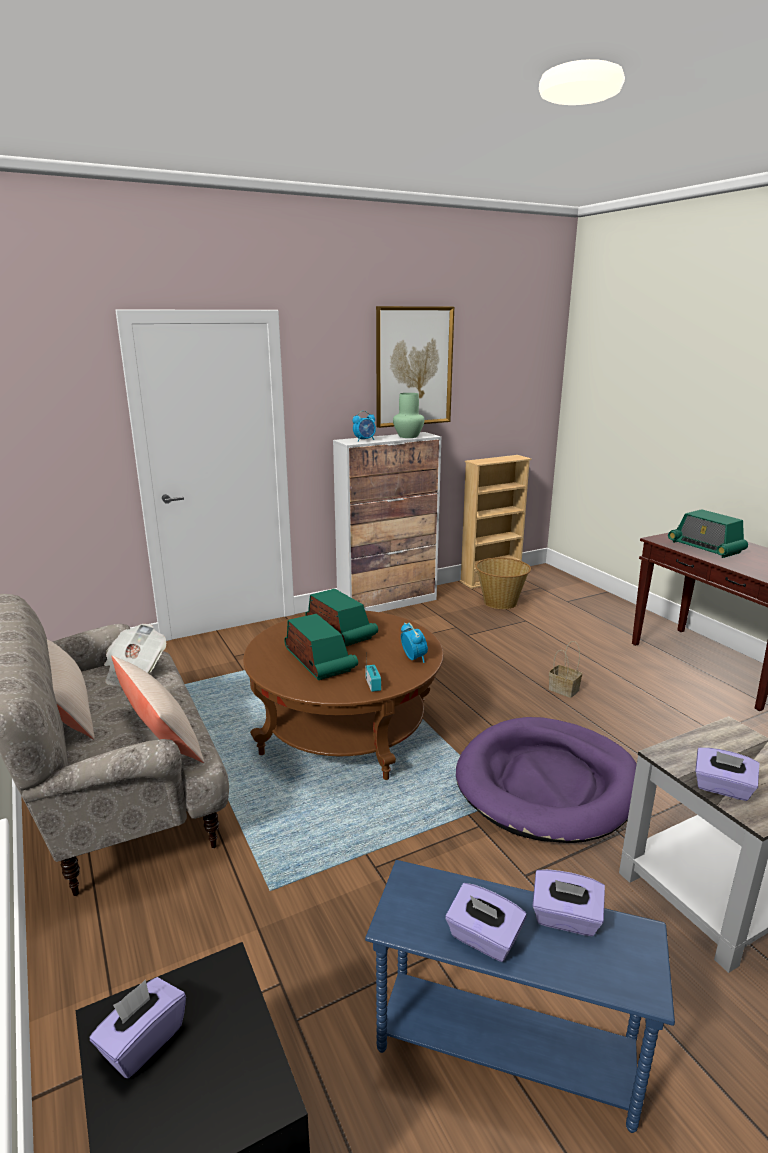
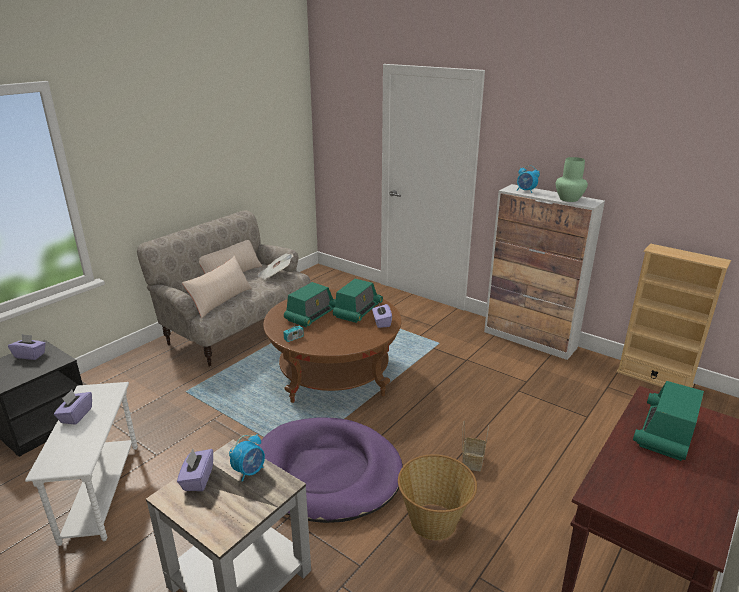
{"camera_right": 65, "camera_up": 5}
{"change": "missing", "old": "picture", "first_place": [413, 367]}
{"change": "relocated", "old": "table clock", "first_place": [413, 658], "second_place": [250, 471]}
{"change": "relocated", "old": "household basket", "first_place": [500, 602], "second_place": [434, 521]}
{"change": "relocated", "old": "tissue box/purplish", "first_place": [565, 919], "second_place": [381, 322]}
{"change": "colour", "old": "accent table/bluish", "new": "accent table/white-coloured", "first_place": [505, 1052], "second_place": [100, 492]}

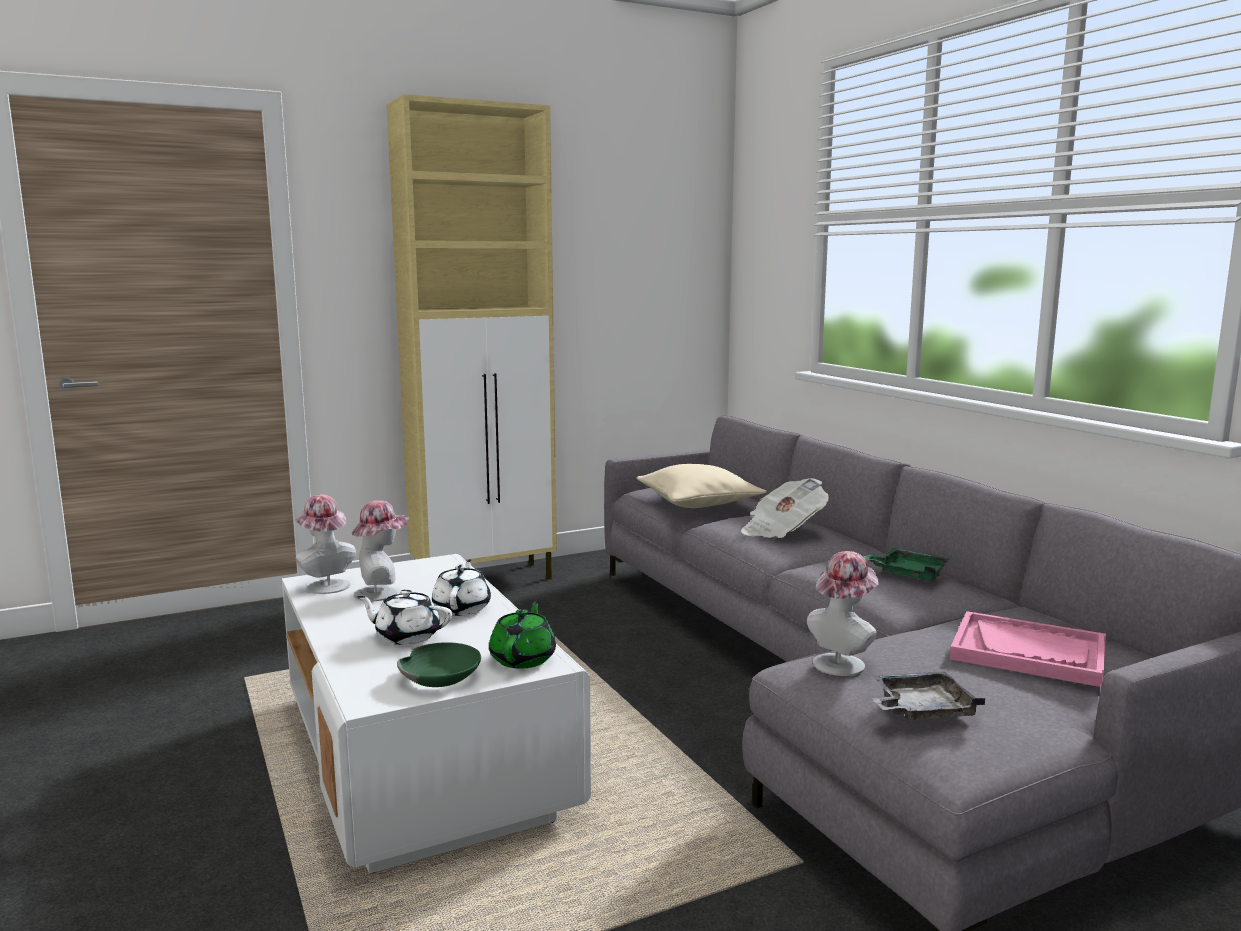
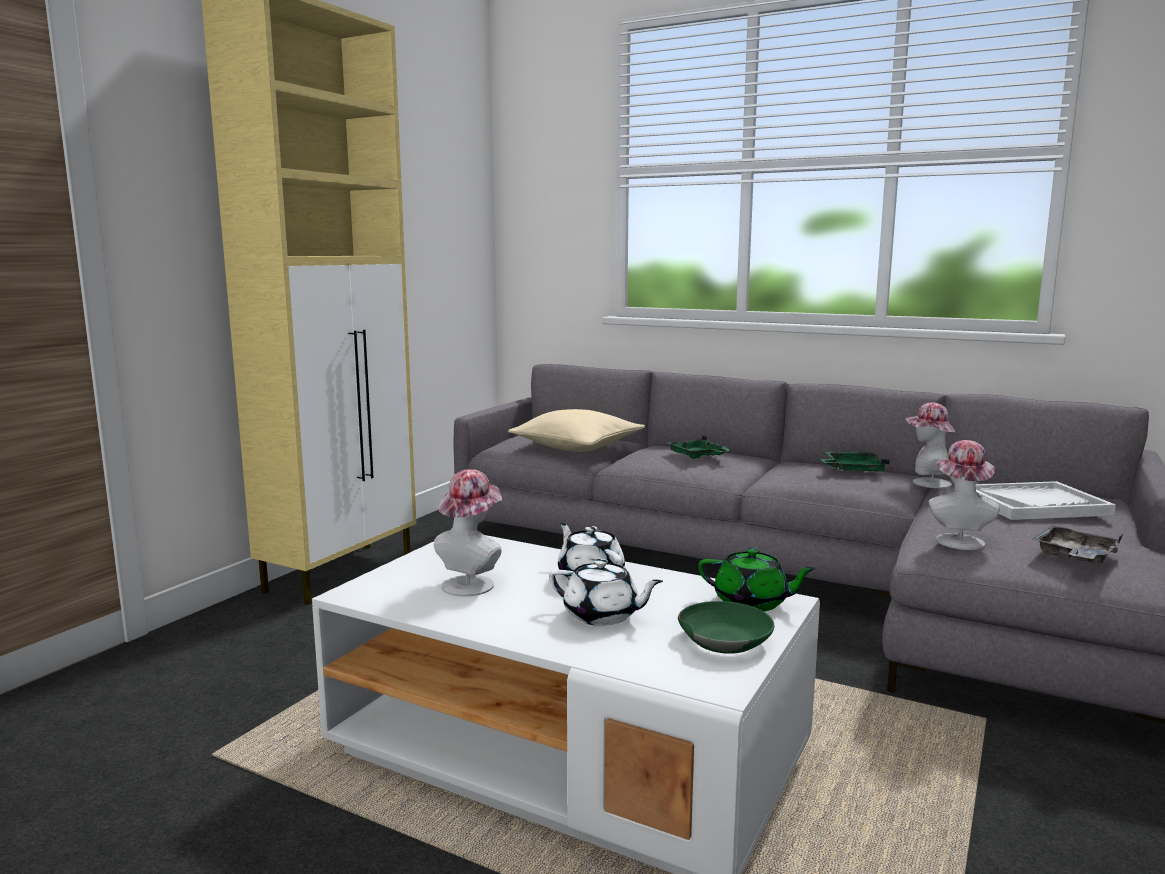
{"camera_right": -35, "camera_up": 0}
{"change": "relocated", "old": "wearable hat", "first_place": [325, 585], "second_place": [926, 483]}
{"change": "exchanged", "old": "newspaper", "new": "serving tray/greenish", "first_place": [782, 531], "second_place": [698, 456]}
{"change": "colour", "old": "serving tray/pink-coloured", "new": "serving tray/white-coloured", "first_place": [1028, 652], "second_place": [1034, 504]}
{"change": "spun", "old": "teapot/white-coloured", "first_place": [406, 636], "second_place": [602, 616], "degrees": -135}
{"change": "spun", "old": "teapot/greenish", "first_place": [523, 658], "second_place": [752, 603], "degrees": 135}

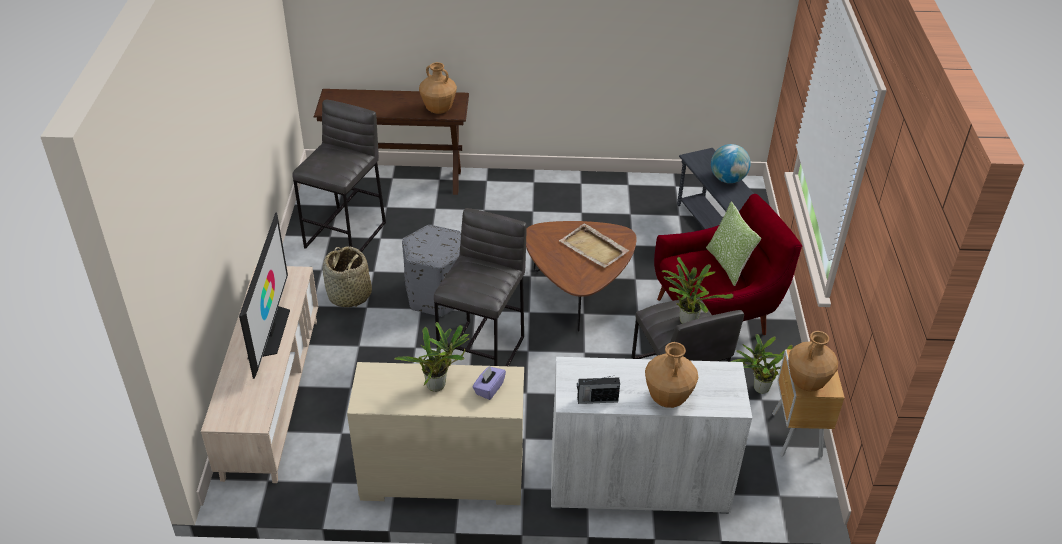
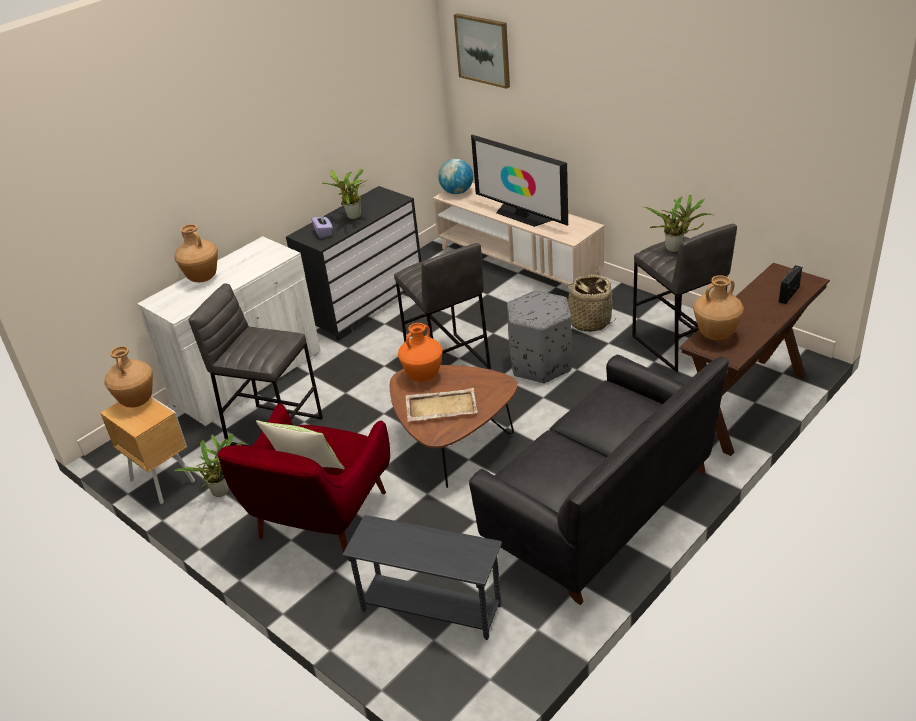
{"camera_right": 135, "camera_up": -5}
{"change": "appeared", "new": "vase/orange-coloured", "second_place": [423, 376]}
{"change": "appeared", "new": "picture", "second_place": [483, 50]}
{"change": "appeared", "new": "sofa/black-coloured", "second_place": [600, 510]}
{"change": "relocated", "old": "radio", "first_place": [596, 399], "second_place": [789, 294]}
{"change": "relocated", "old": "potted plant", "first_place": [687, 319], "second_place": [676, 249]}
{"change": "relocated", "old": "desk globe", "first_place": [727, 179], "second_place": [457, 192]}
{"change": "colour", "old": "drawer chest/sand-coloured", "new": "drawer chest/black-coloured", "first_place": [442, 478], "second_place": [365, 304]}

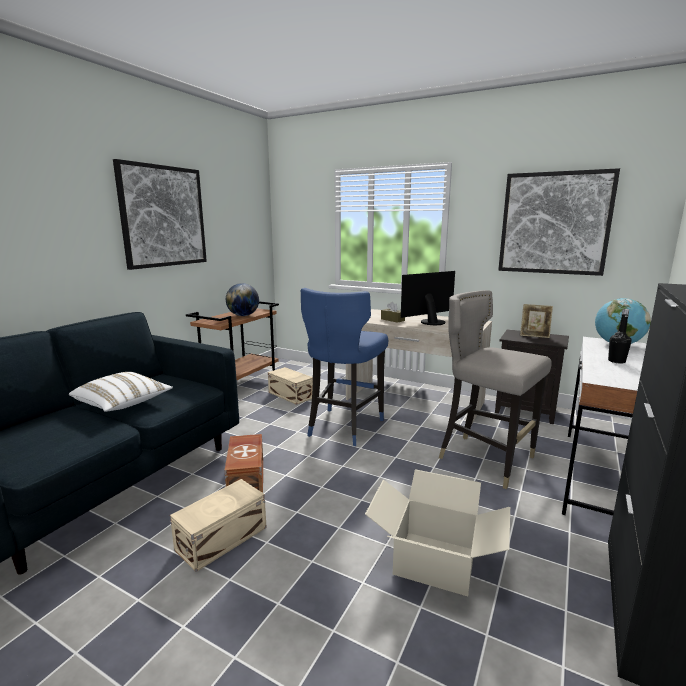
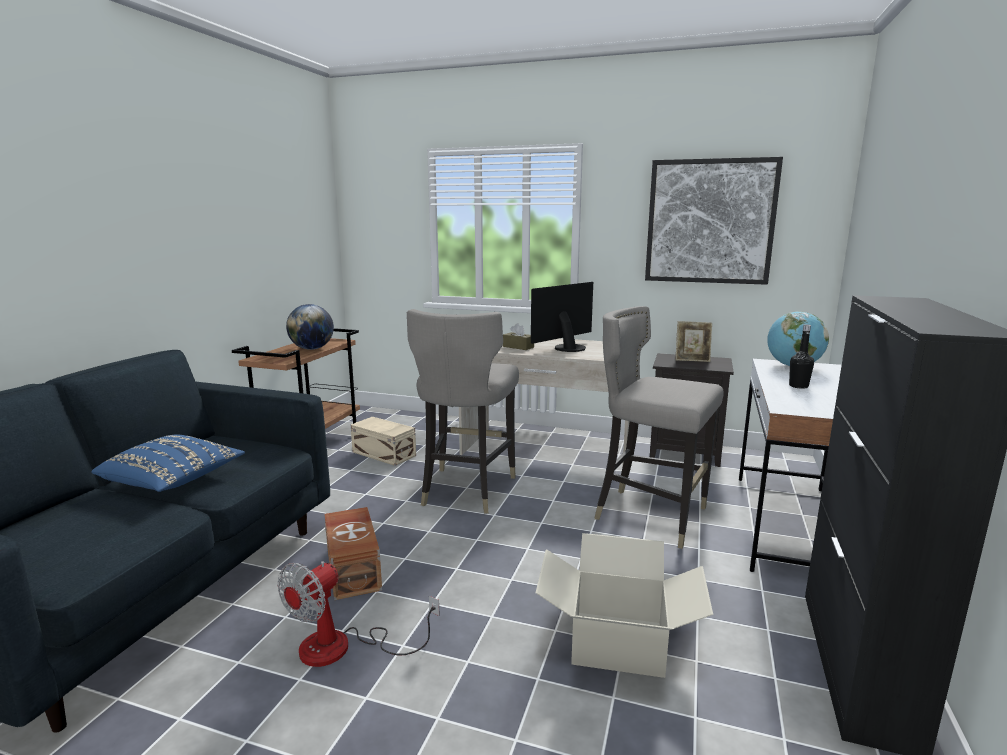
{"camera_right": -10, "camera_up": 0}
{"change": "missing", "old": "picture", "first_place": [163, 216]}
{"change": "exchanged", "old": "storage box/sand-coloured", "new": "fan", "first_place": [223, 538], "second_place": [343, 648]}
{"change": "colour", "old": "cushion/white-coloured", "new": "cushion/bluish", "first_place": [123, 404], "second_place": [173, 481]}
{"change": "colour", "old": "stool seat/bluish", "new": "stool seat/gray", "first_place": [343, 427], "second_place": [465, 490]}

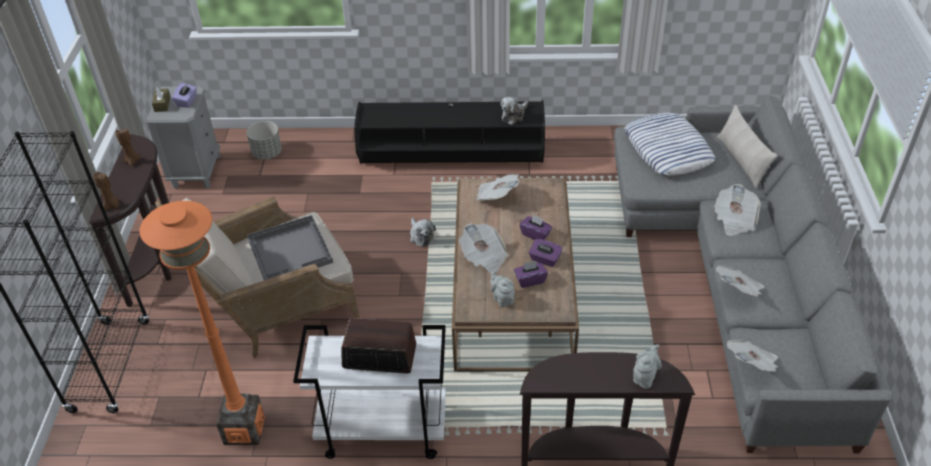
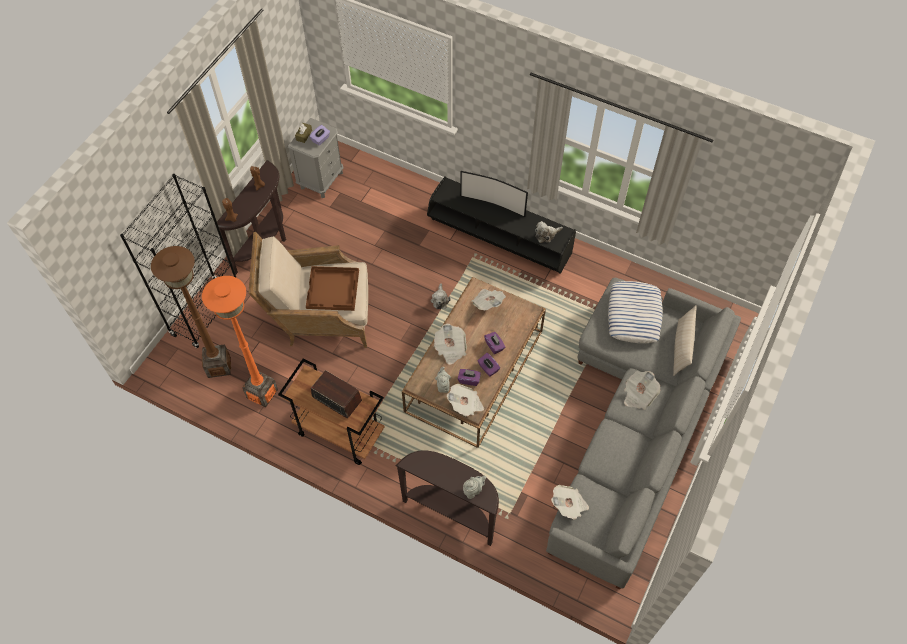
{"camera_right": 25, "camera_up": 15}
{"change": "missing", "old": "plant pot/gray", "first_place": [267, 153]}
{"change": "appeared", "new": "floor lamp/brownish", "second_place": [219, 366]}
{"change": "appeared", "new": "TV", "second_place": [493, 204]}
{"change": "relocated", "old": "newspaper", "first_place": [738, 290], "second_place": [465, 405]}
{"change": "colour", "old": "serving tray/gray", "new": "serving tray/brownish", "first_place": [291, 251], "second_place": [333, 289]}
{"change": "colour", "old": "cart/white-coloured", "new": "cart/brownish", "first_place": [381, 431], "second_place": [339, 432]}

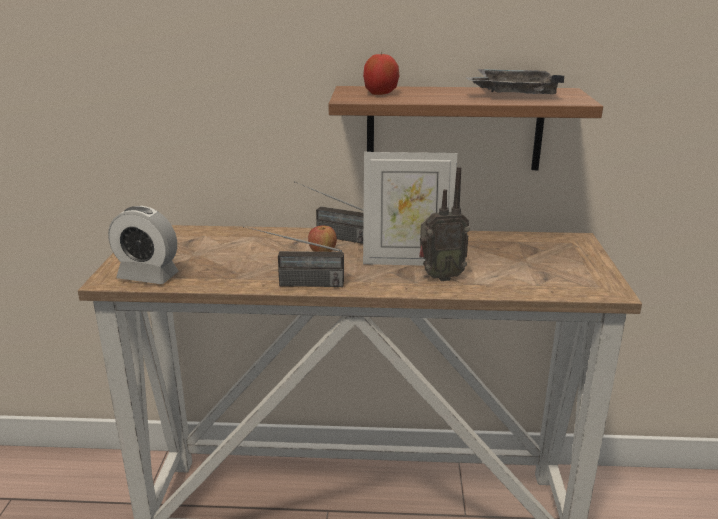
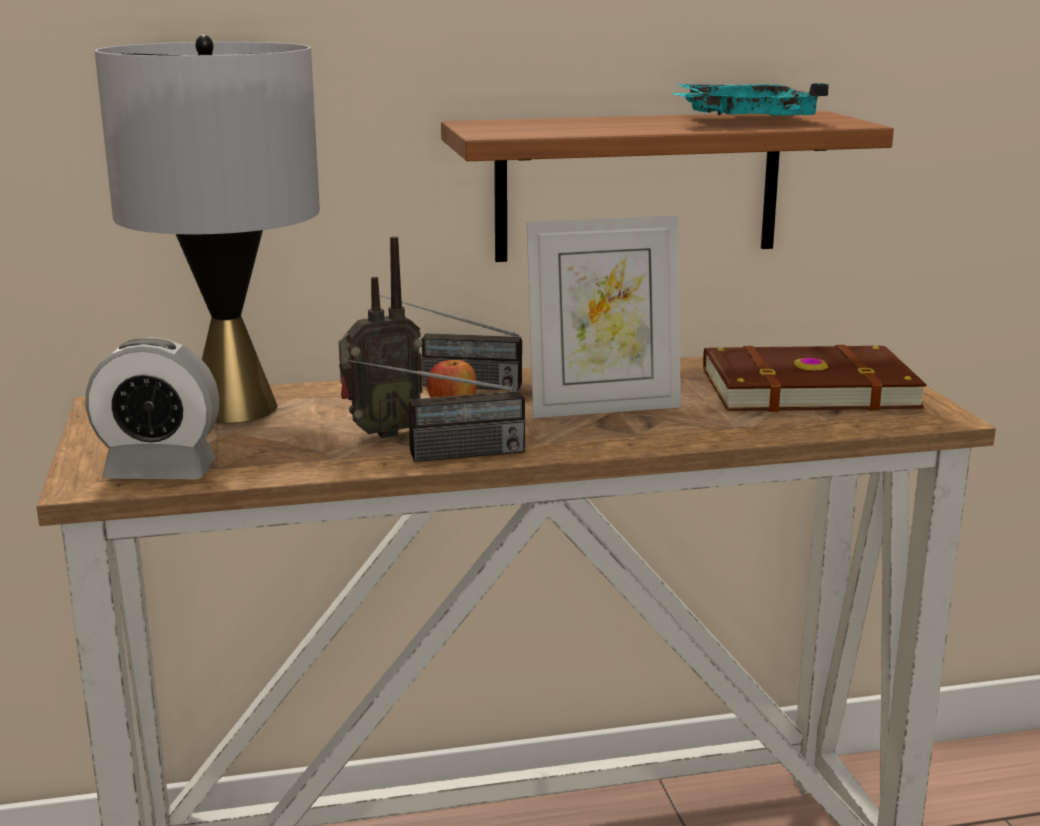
{"camera_right": -15, "camera_up": -5}
{"change": "missing", "old": "apple fruit", "first_place": [380, 93]}
{"change": "appeared", "new": "lamp for a table/gray", "second_place": [234, 408]}
{"change": "appeared", "new": "bound book/brownish", "second_place": [805, 387]}
{"change": "relocated", "old": "radio", "first_place": [440, 277], "second_place": [380, 433]}
{"change": "colour", "old": "serving tray/gray", "new": "serving tray/turquoise-coloured", "first_place": [512, 94], "second_place": [742, 119]}

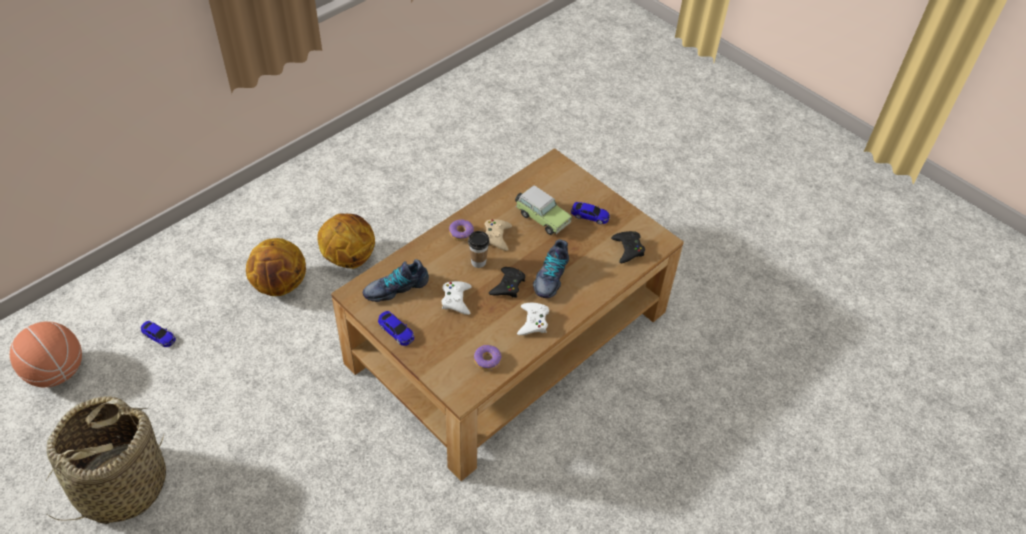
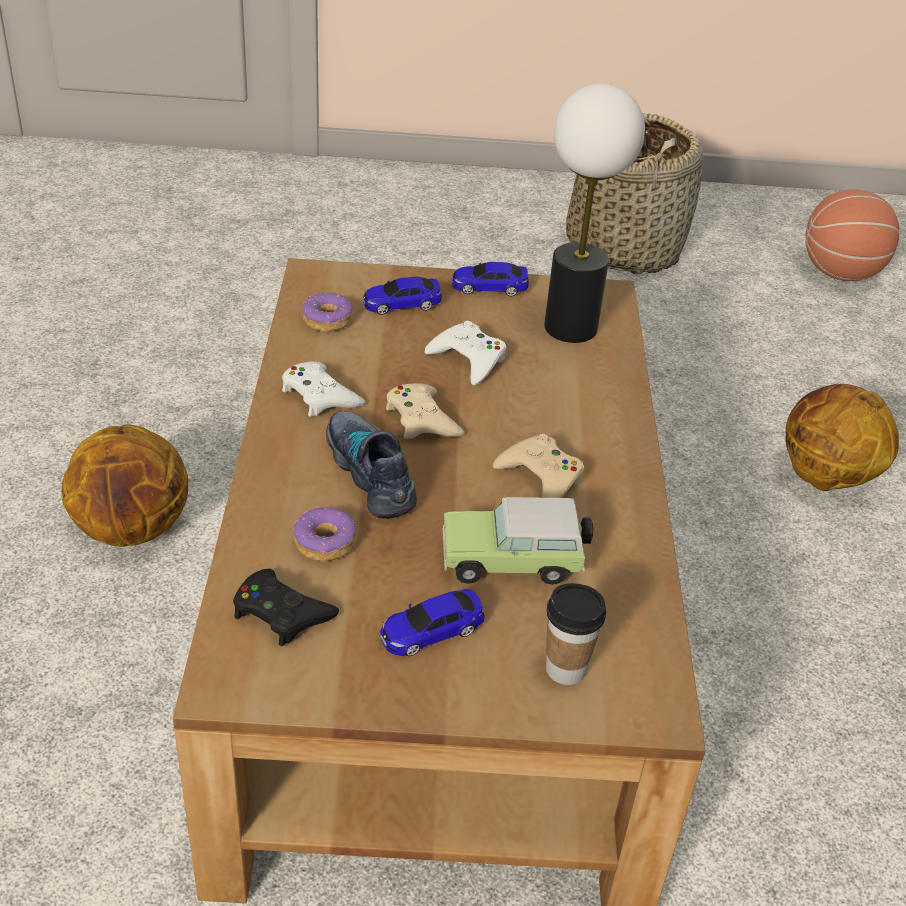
{"camera_right": 135, "camera_up": -10}
{"change": "relocated", "old": "toy car", "first_place": [159, 336], "second_place": [401, 304]}
{"change": "relocated", "old": "basketball", "first_place": [348, 257], "second_place": [132, 529]}
{"change": "relocated", "old": "ring doughnut", "first_place": [461, 233], "second_place": [325, 543]}
{"change": "relocated", "old": "cup", "first_place": [478, 262], "second_place": [565, 669]}
{"change": "exchanged", "old": "low shoe", "new": "lamp for a table", "first_place": [395, 287], "second_place": [570, 328]}
{"change": "colour", "old": "game controller/black-coloured", "new": "game controller/sand-coloured", "first_place": [508, 285], "second_place": [422, 419]}

